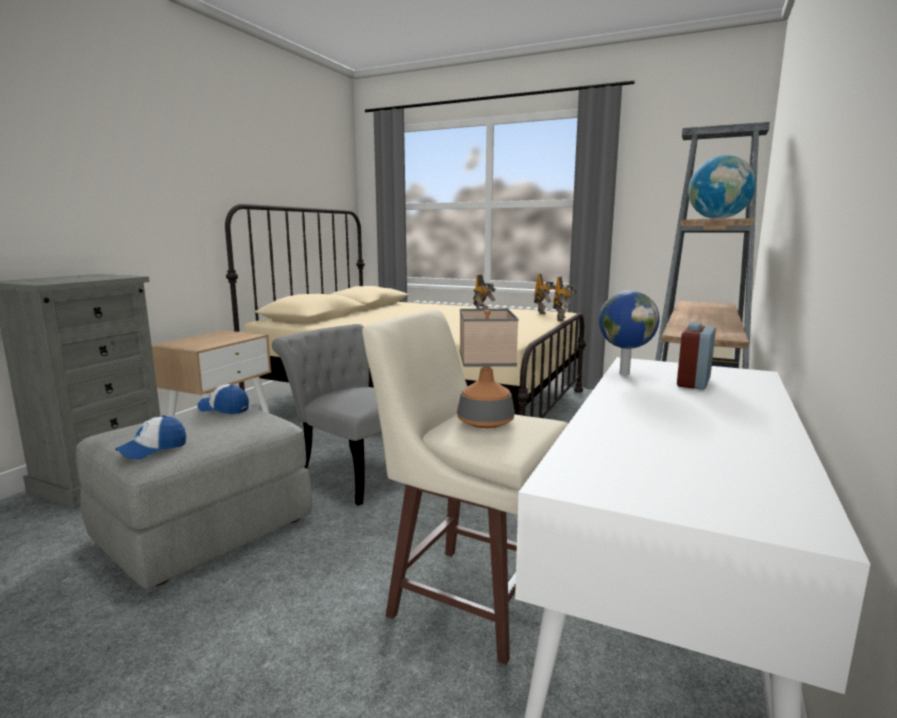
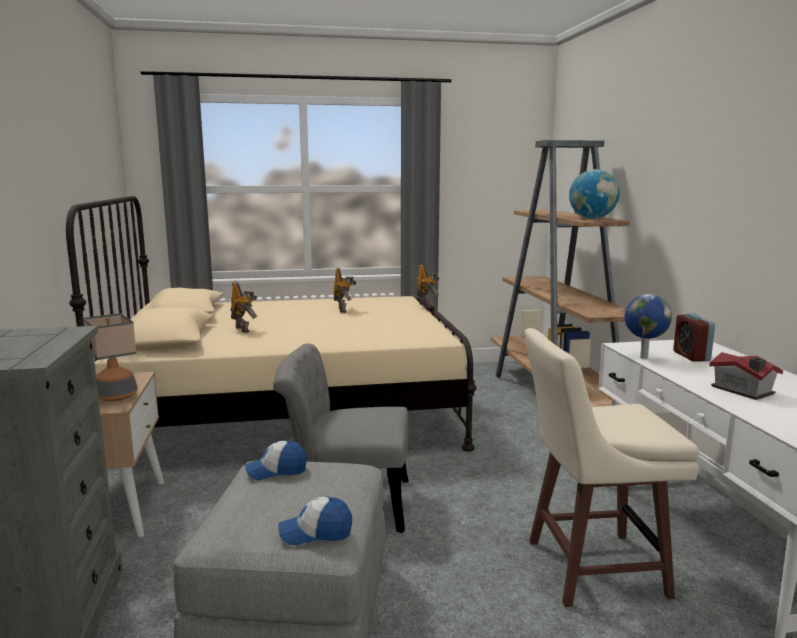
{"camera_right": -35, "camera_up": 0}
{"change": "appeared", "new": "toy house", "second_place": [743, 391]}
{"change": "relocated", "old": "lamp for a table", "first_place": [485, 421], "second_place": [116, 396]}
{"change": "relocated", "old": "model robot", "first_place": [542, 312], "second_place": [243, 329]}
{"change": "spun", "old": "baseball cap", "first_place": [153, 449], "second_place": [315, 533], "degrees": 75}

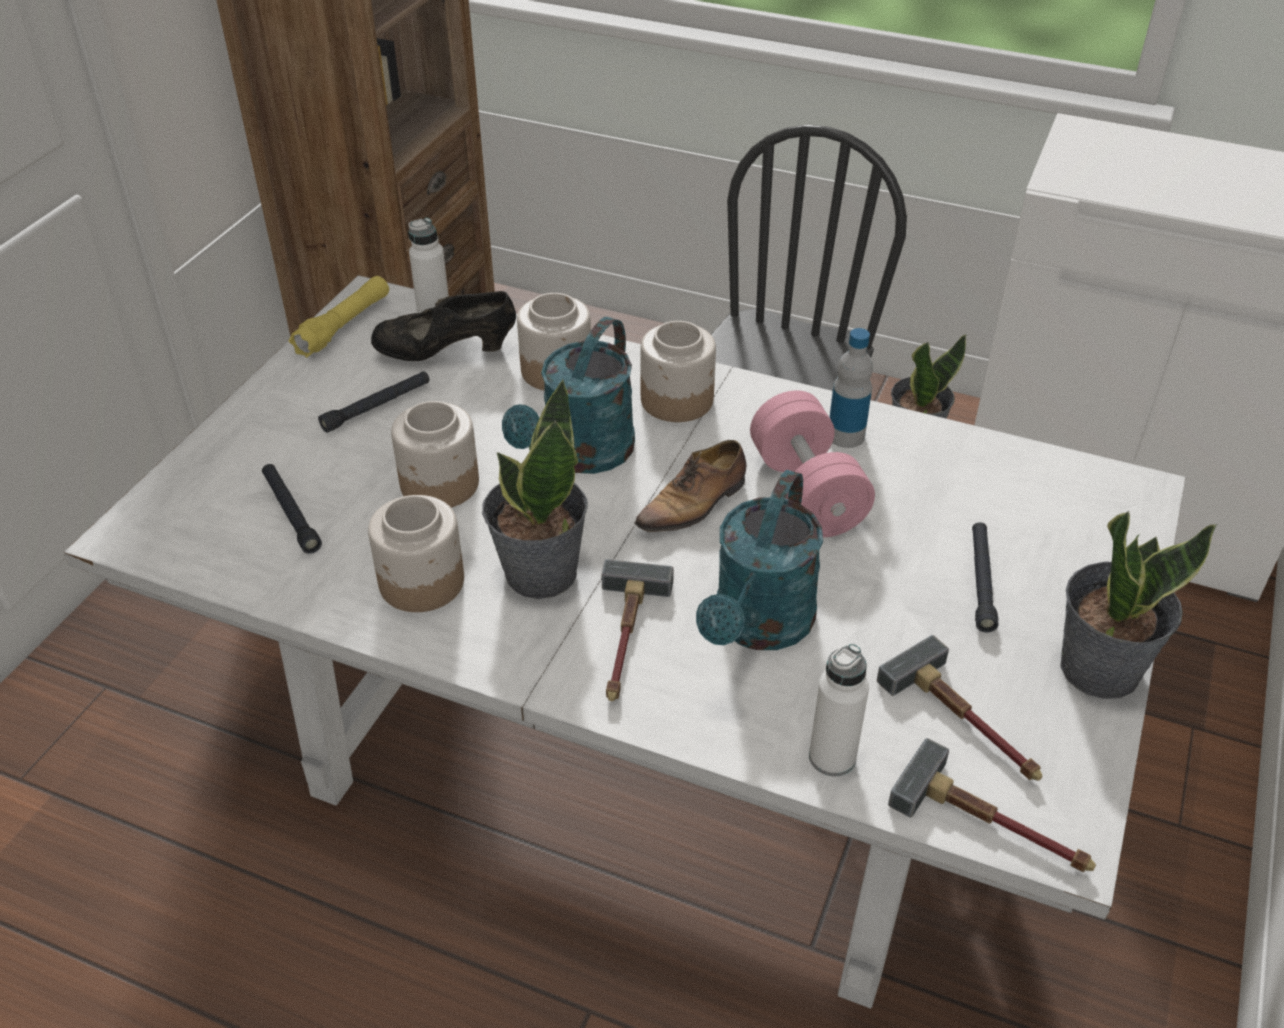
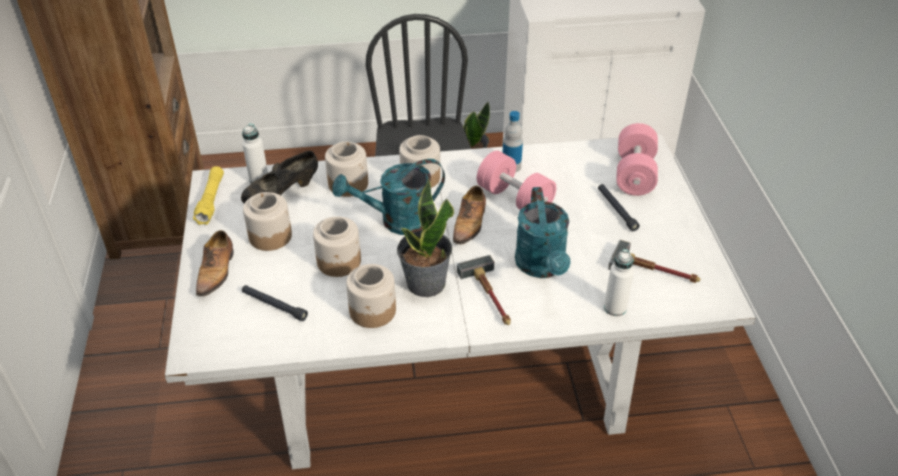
{"camera_right": -30, "camera_up": 0}
{"change": "missing", "old": "hammer", "first_place": [995, 825]}
{"change": "missing", "old": "potted plant", "first_place": [1098, 667]}
{"change": "appeared", "new": "low shoe", "second_place": [216, 271]}
{"change": "appeared", "new": "hand weight/pink-coloured", "second_place": [634, 174]}
{"change": "exchanged", "old": "torch/black-coloured", "new": "jar", "first_place": [377, 407], "second_place": [270, 236]}
{"change": "spun", "old": "sprinkling can/turquoise-coloured", "first_place": [581, 456], "second_place": [397, 221], "degrees": 75}

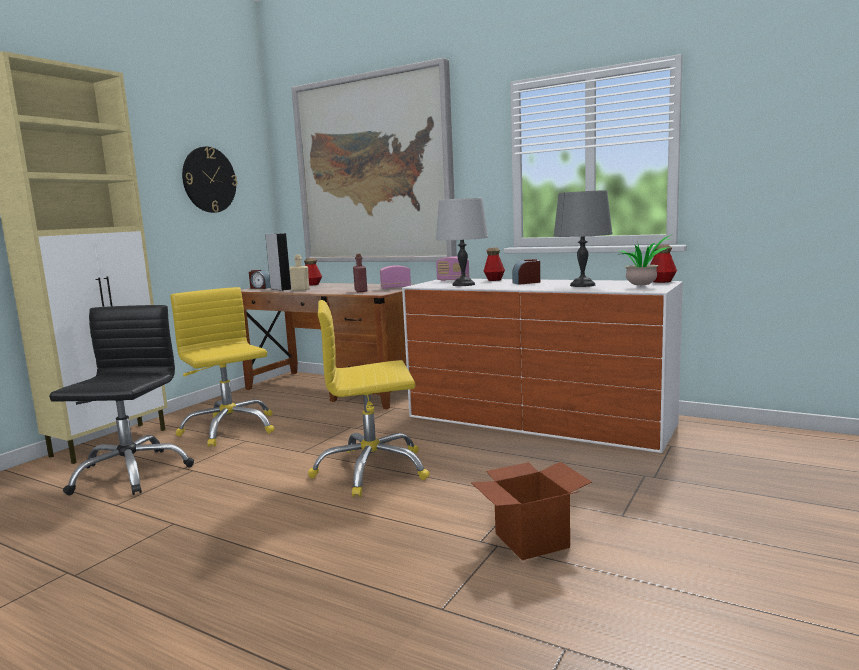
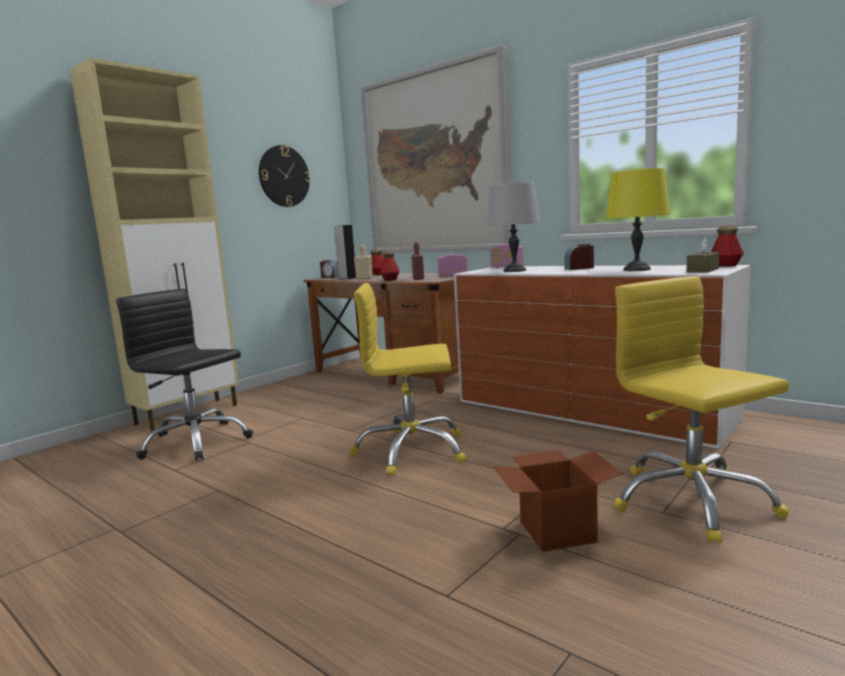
{"camera_right": 10, "camera_up": 0}
{"change": "relocated", "old": "office chair/yellowish", "first_place": [229, 428], "second_place": [691, 501]}
{"change": "relocated", "old": "bottle", "first_place": [494, 280], "second_place": [390, 280]}
{"change": "exchanged", "old": "potted plant", "new": "tissue box/brownish", "first_place": [643, 287], "second_place": [702, 270]}
{"change": "colour", "old": "lamp for a table/gray", "new": "lamp for a table/yellowish", "first_place": [582, 285], "second_place": [636, 269]}
{"change": "spun", "old": "office chair/black-coloured", "first_place": [130, 473], "second_place": [195, 442], "degrees": -75}

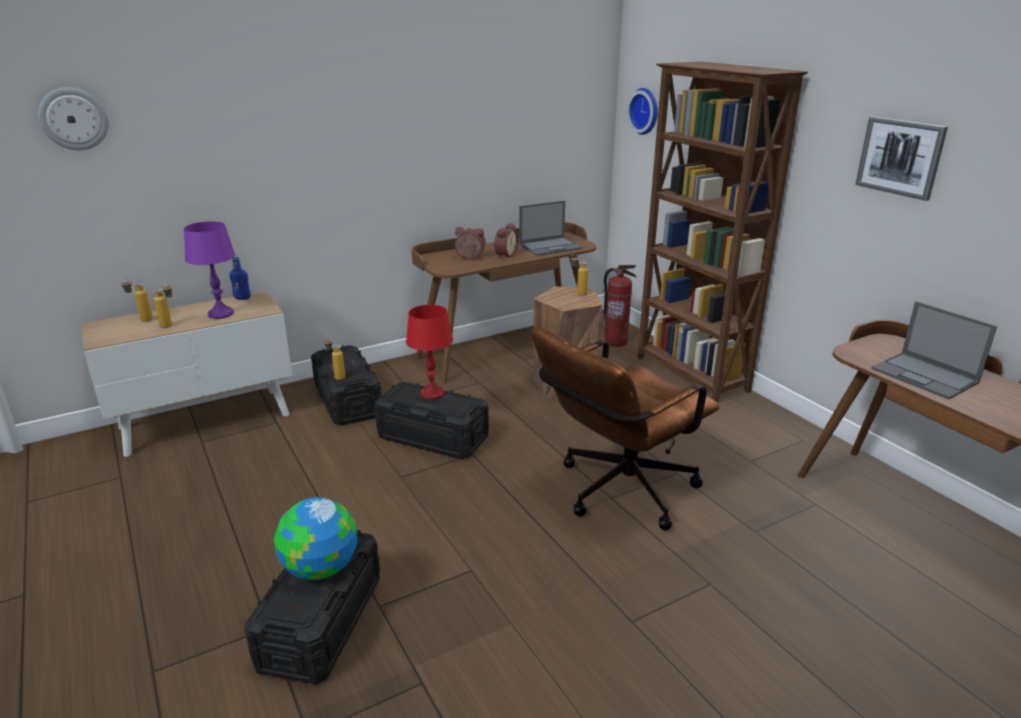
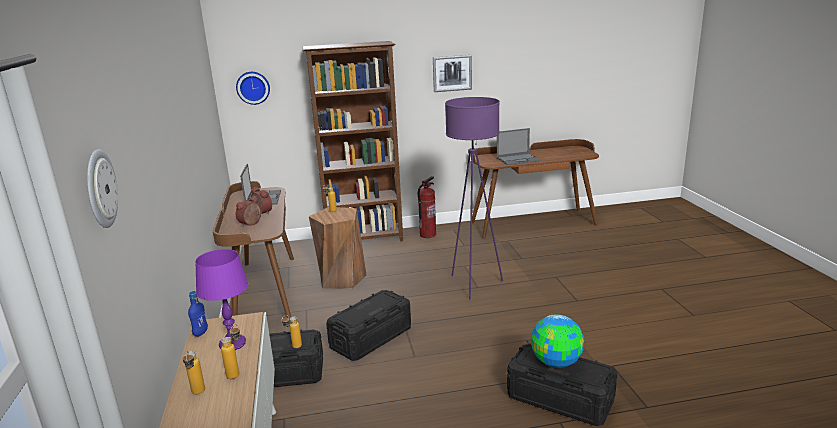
{"camera_right": -70, "camera_up": -5}
{"change": "missing", "old": "lamp for a table/red", "first_place": [432, 394]}
{"change": "relocated", "old": "fire-fighting cylinder", "first_place": [615, 342], "second_place": [428, 235]}
{"change": "exchanged", "old": "office chair/brownish", "new": "floor lamp/purplish", "first_place": [617, 493], "second_place": [474, 284]}

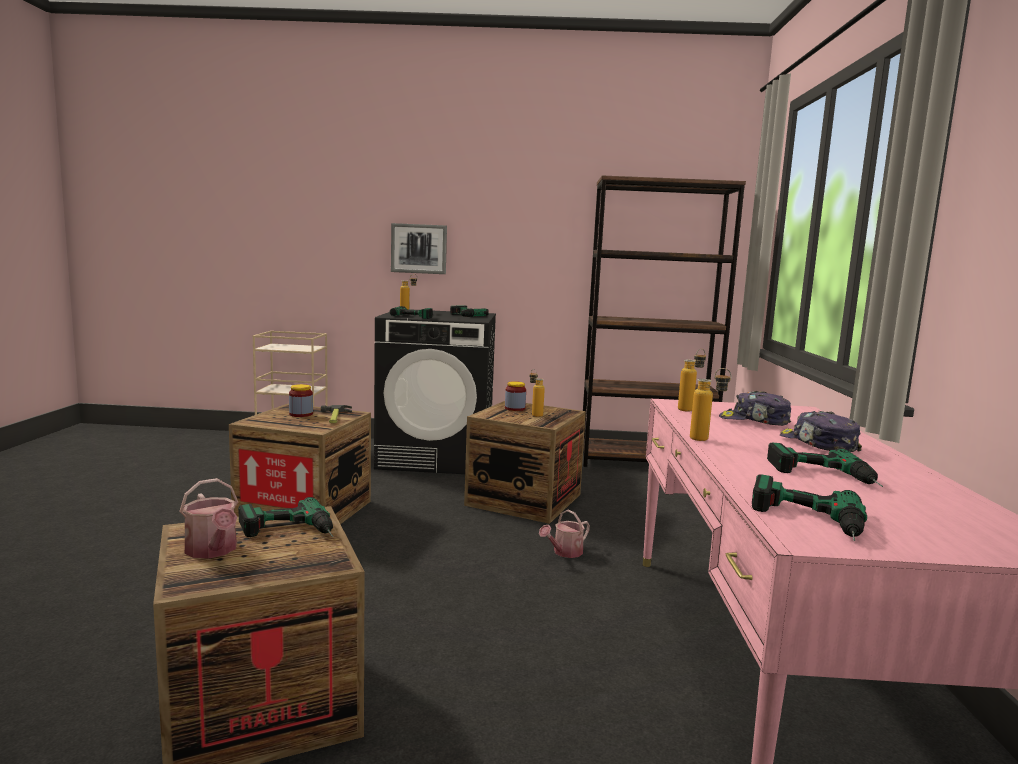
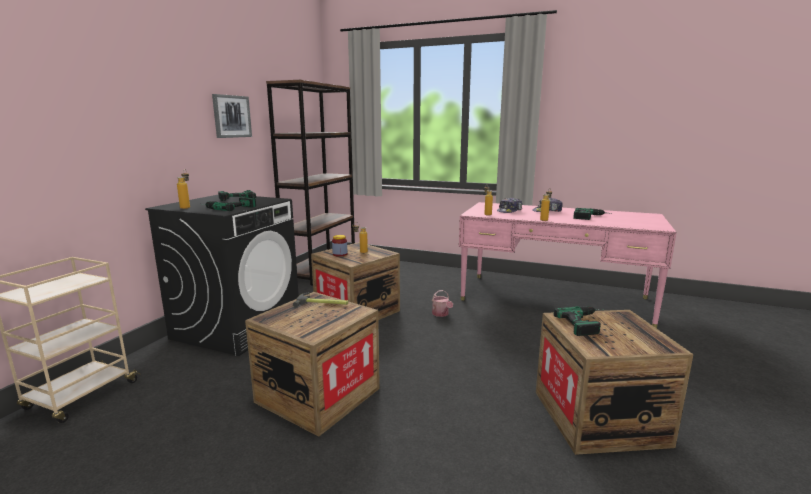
{"camera_right": -70, "camera_up": 5}
{"change": "missing", "old": "sprinkling can", "first_place": [213, 551]}
{"change": "missing", "old": "jar", "first_place": [301, 414]}
{"change": "missing", "old": "electric drill", "first_place": [806, 521]}
{"change": "relocated", "old": "picture", "first_place": [419, 248], "second_place": [231, 116]}

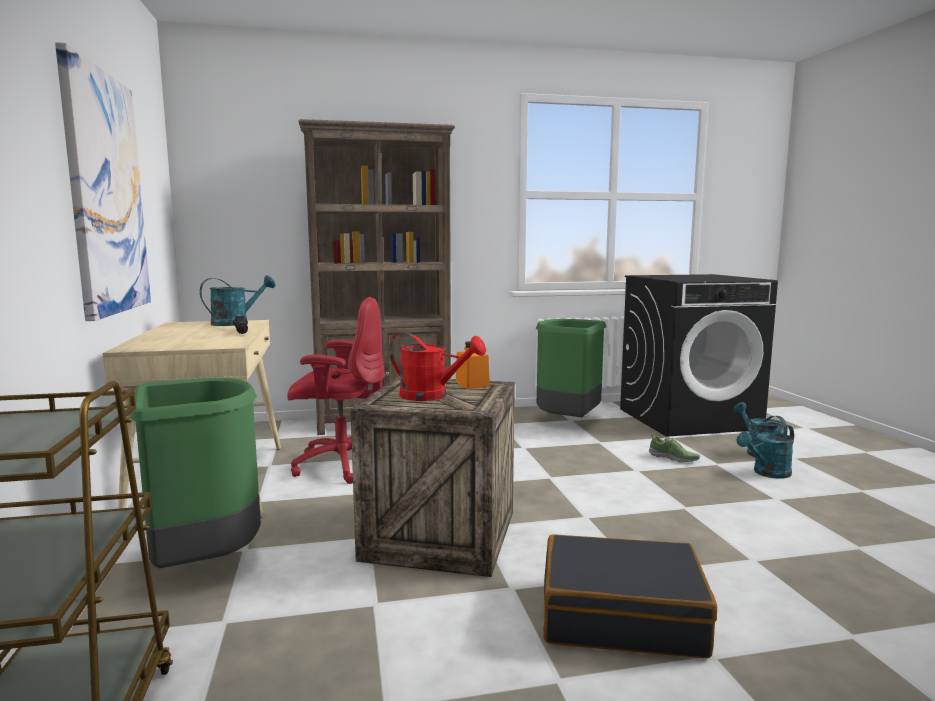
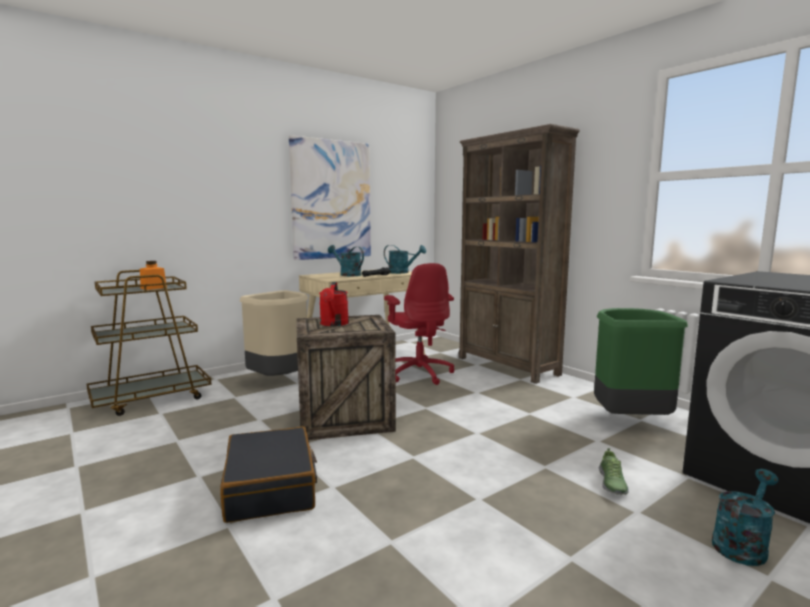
{"camera_right": 65, "camera_up": 0}
{"change": "relocated", "old": "jar/orange-coloured", "first_place": [472, 384], "second_place": [153, 288]}
{"change": "relocated", "old": "sprinkling can/turquoise-coloured", "first_place": [767, 473], "second_place": [347, 274]}
{"change": "colour", "old": "waste bin/greenish", "new": "waste bin/sand-coloured", "first_place": [204, 564], "second_place": [280, 381]}

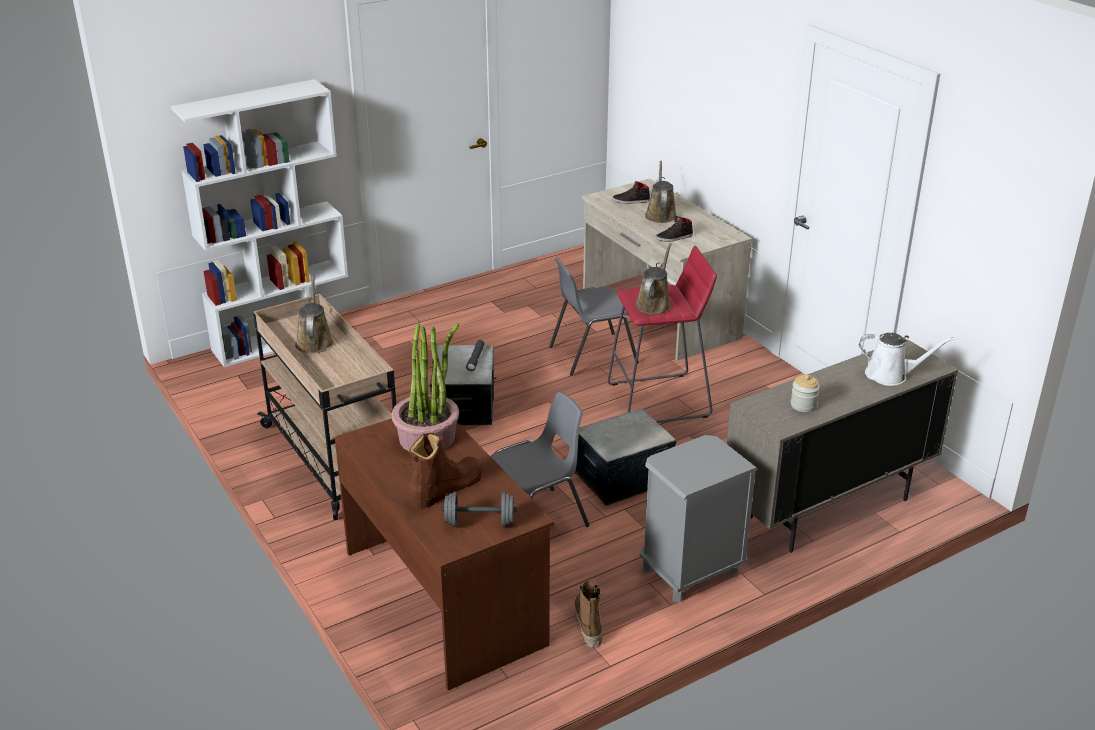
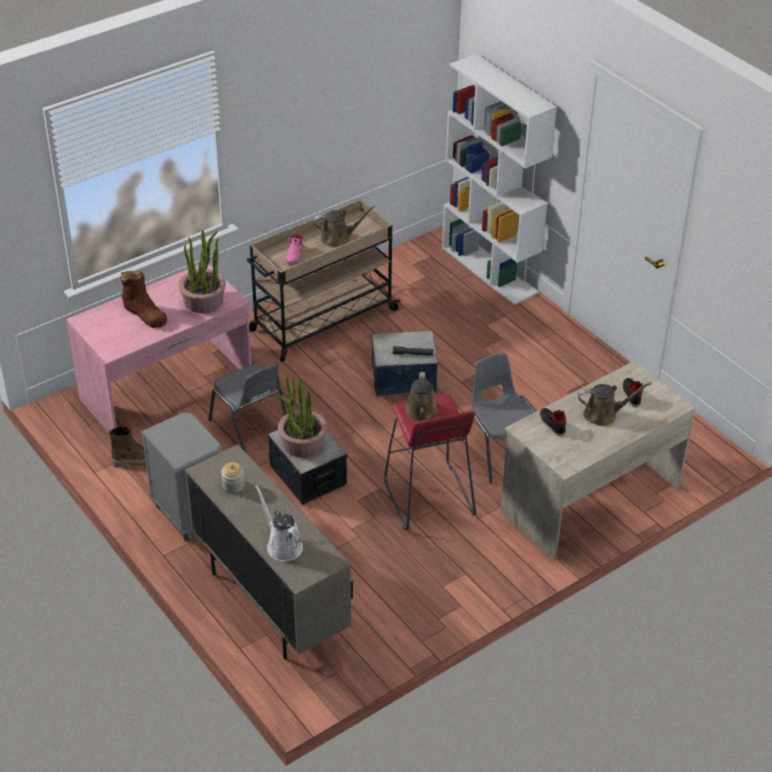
{"camera_right": 85, "camera_up": 10}
{"change": "missing", "old": "hand weight/gray", "first_place": [479, 522]}
{"change": "appeared", "new": "potted plant", "second_place": [302, 443]}
{"change": "appeared", "new": "low shoe/pink-coloured", "second_place": [295, 255]}
{"change": "colour", "old": "desk table/brownish", "new": "desk table/pink-coloured", "first_place": [446, 596], "second_place": [167, 390]}
{"change": "spun", "old": "sprinkling can/brownish", "first_place": [654, 303], "second_place": [421, 413], "degrees": 75}
{"change": "spun", "old": "sprinkling can/white-coloured", "first_place": [890, 375], "second_place": [282, 545], "degrees": 135}

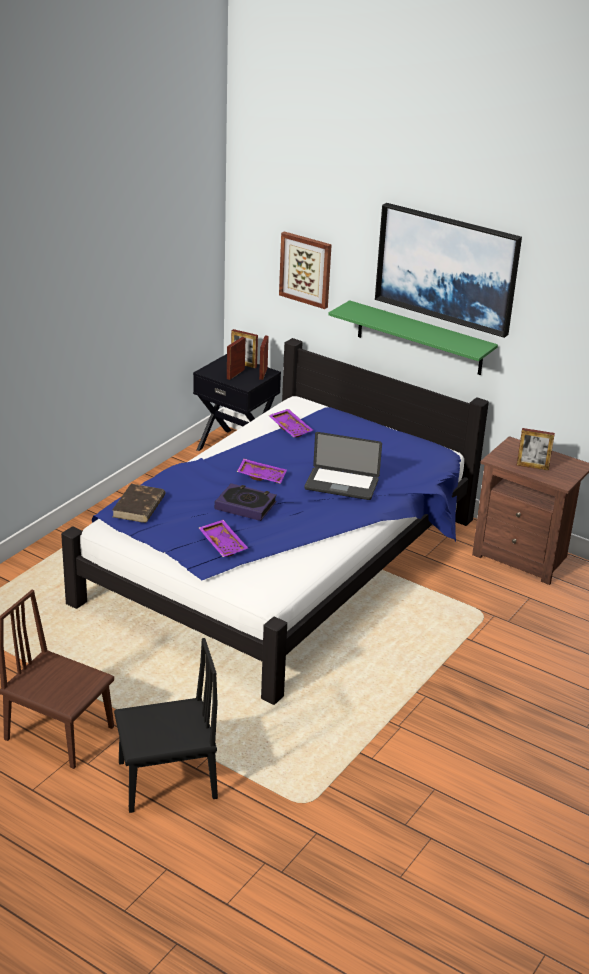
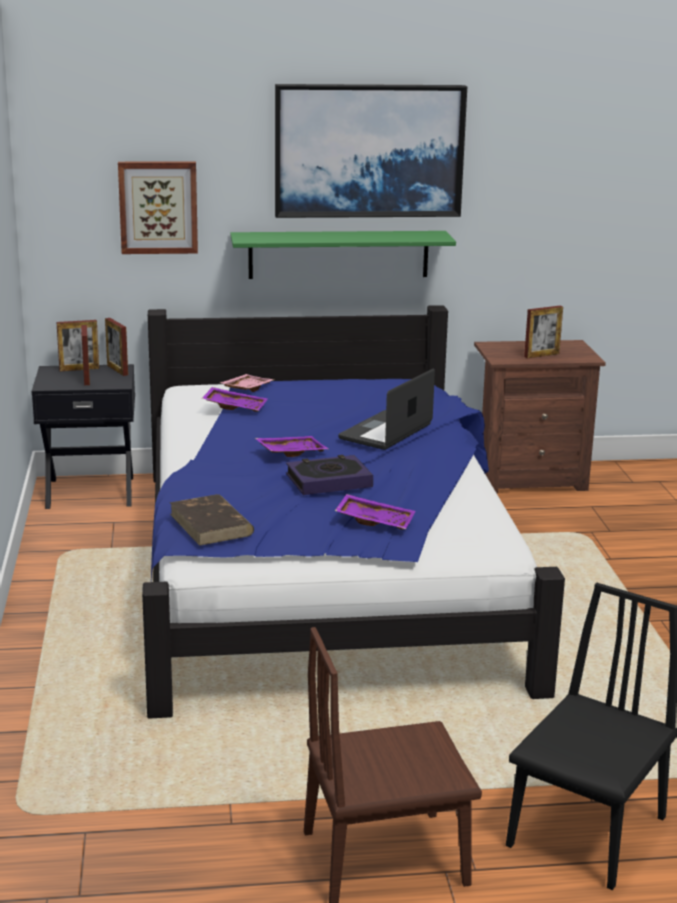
{"camera_right": -40, "camera_up": -10}
{"change": "appeared", "new": "serving tray/pink-coloured", "second_place": [246, 389]}
{"change": "spun", "old": "portable computer", "first_place": [341, 485], "second_place": [386, 432], "degrees": 150}

